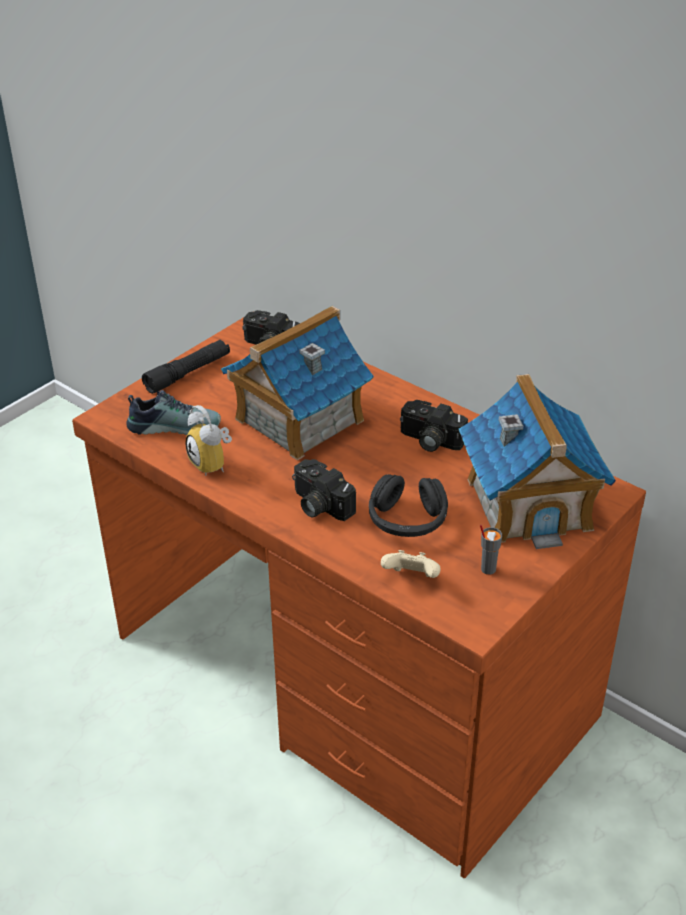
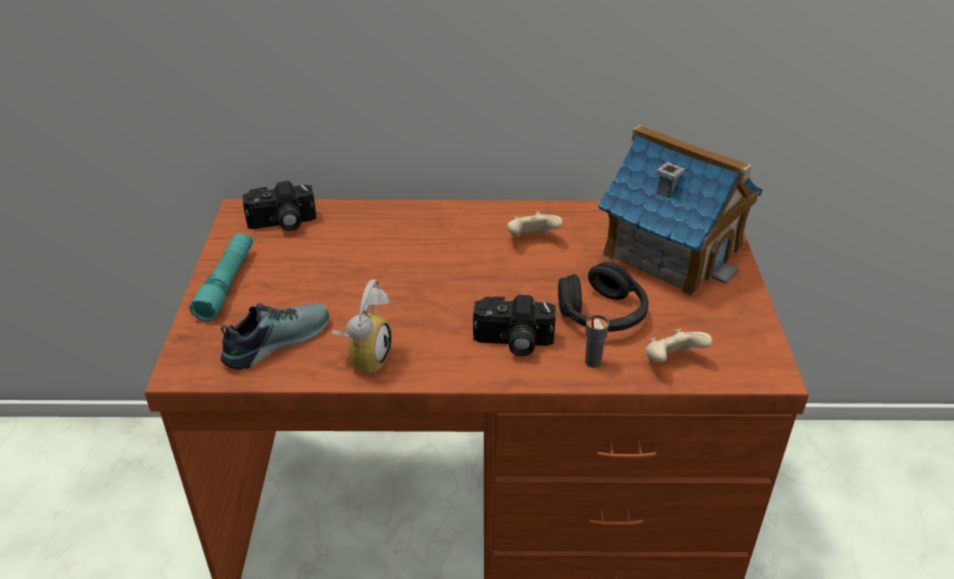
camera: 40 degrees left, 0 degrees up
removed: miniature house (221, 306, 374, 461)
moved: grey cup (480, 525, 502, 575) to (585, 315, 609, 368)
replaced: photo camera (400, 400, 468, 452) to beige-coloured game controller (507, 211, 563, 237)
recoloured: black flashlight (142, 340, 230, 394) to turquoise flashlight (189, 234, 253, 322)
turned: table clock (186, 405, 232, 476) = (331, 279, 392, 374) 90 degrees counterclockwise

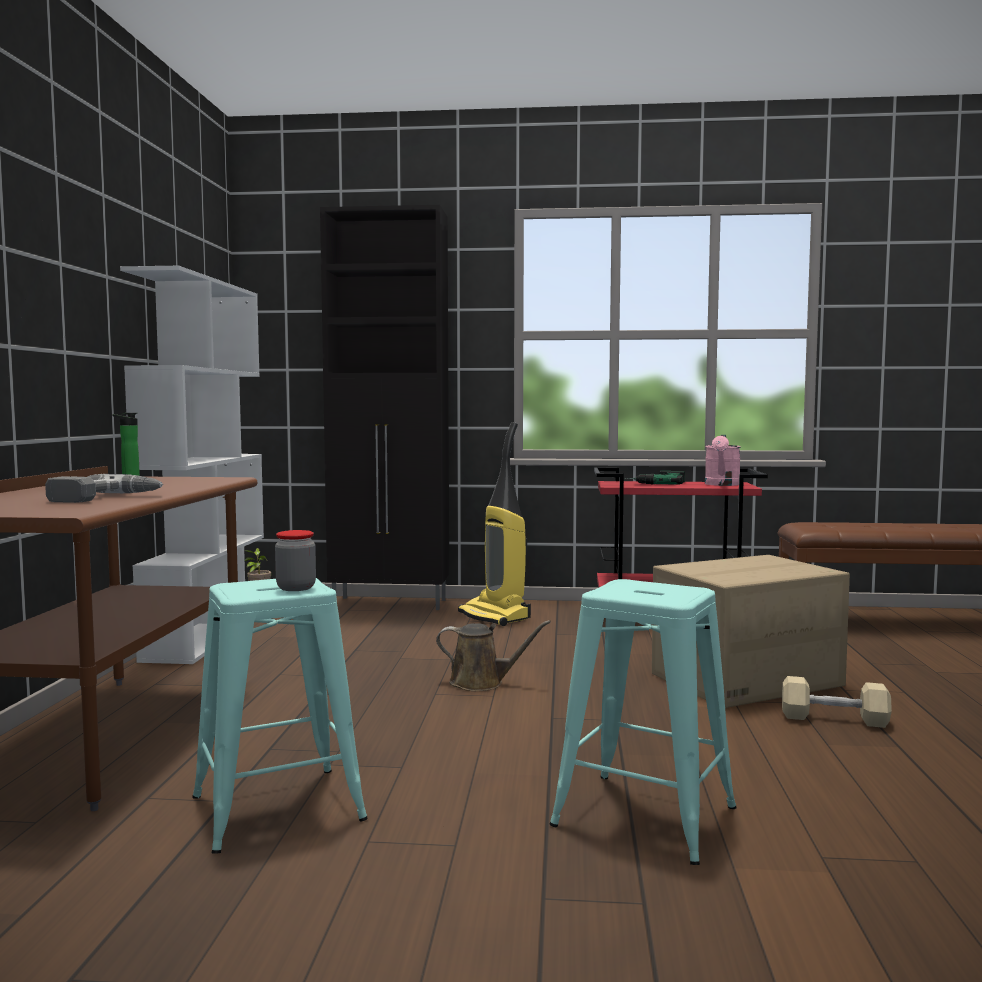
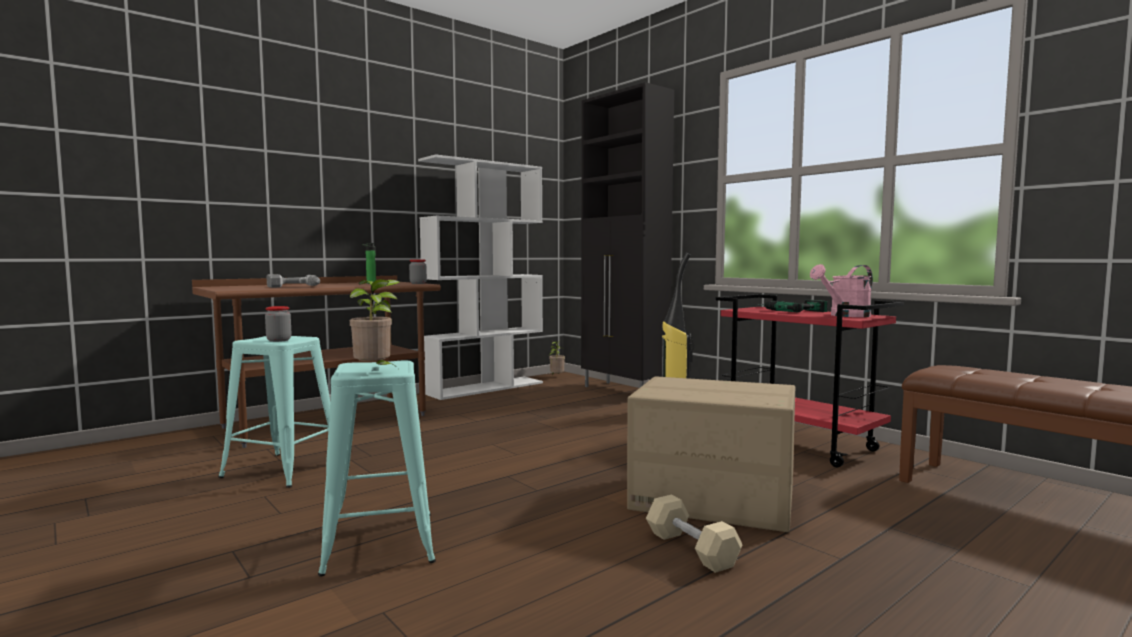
camera: 45 degrees right, 0 degrees up
removed: brown sprinkling can (436, 620, 551, 691)
added: houseplant (350, 279, 401, 366); jar (409, 259, 427, 284)

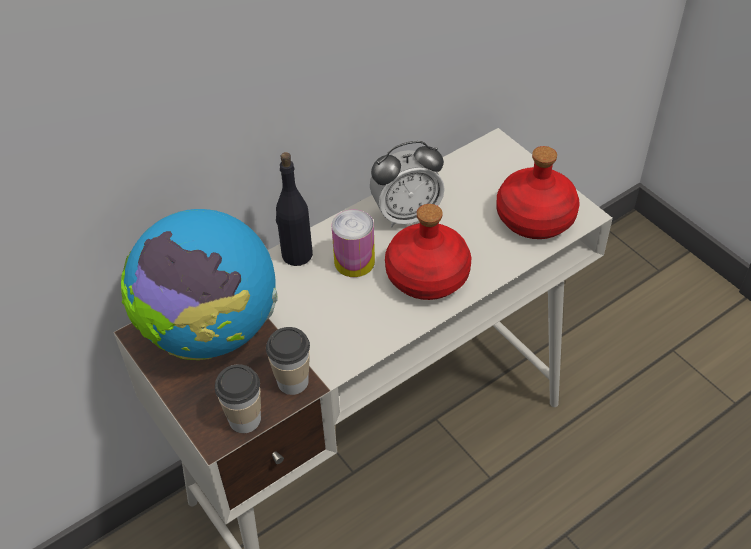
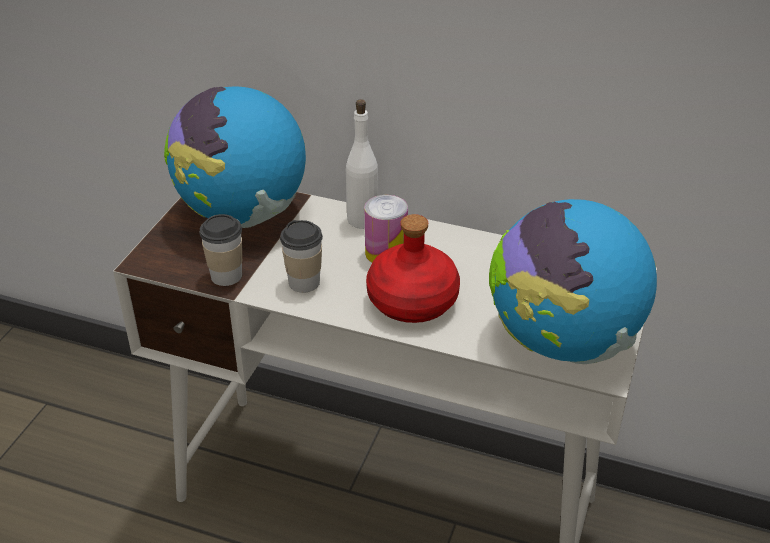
camera: 55 degrees right, 10 degrees down
removed: table clock (370, 141, 444, 228)
moved: cup (215, 364, 261, 433) to (280, 220, 323, 293)
replaced: red-coloured drink bottle (496, 146, 580, 239) to desk globe (489, 199, 657, 364)
recoloured: black drink bottle (276, 152, 313, 266) to white drink bottle (346, 99, 378, 229)

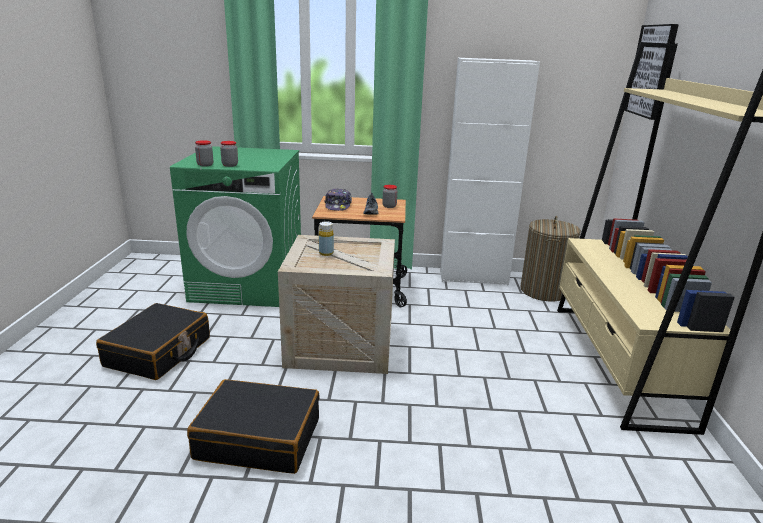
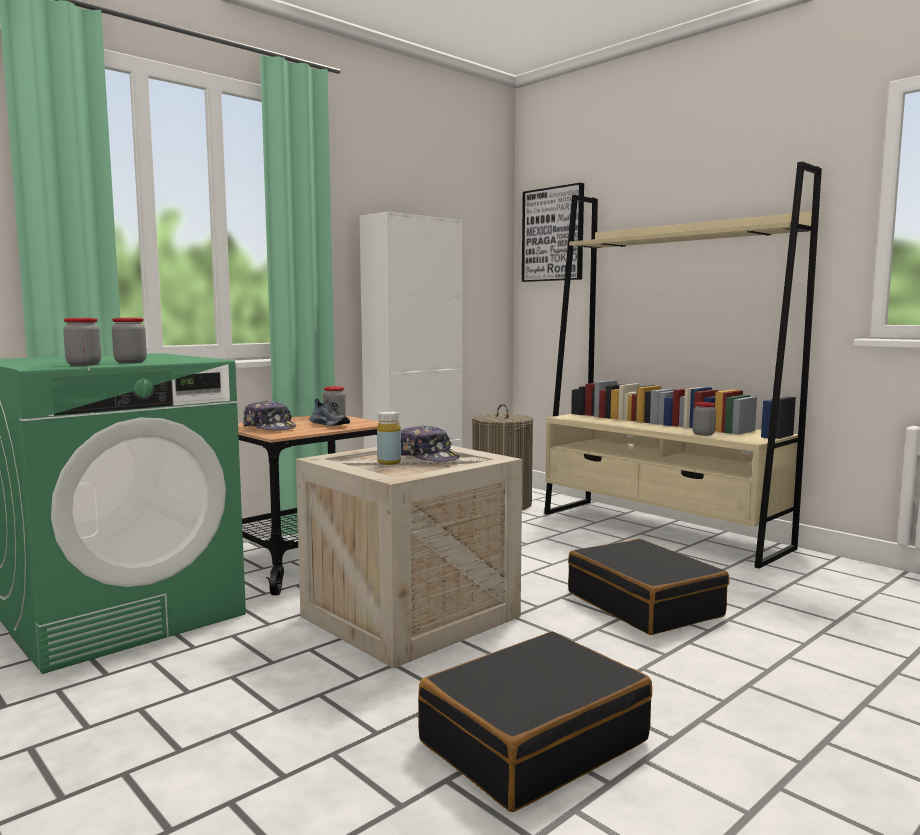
camera: 45 degrees left, 15 degrees down
added: peaked cap (401, 425, 460, 462); jar (693, 402, 716, 436)
moved: black travel case (96, 303, 210, 380) to (568, 539, 729, 635)

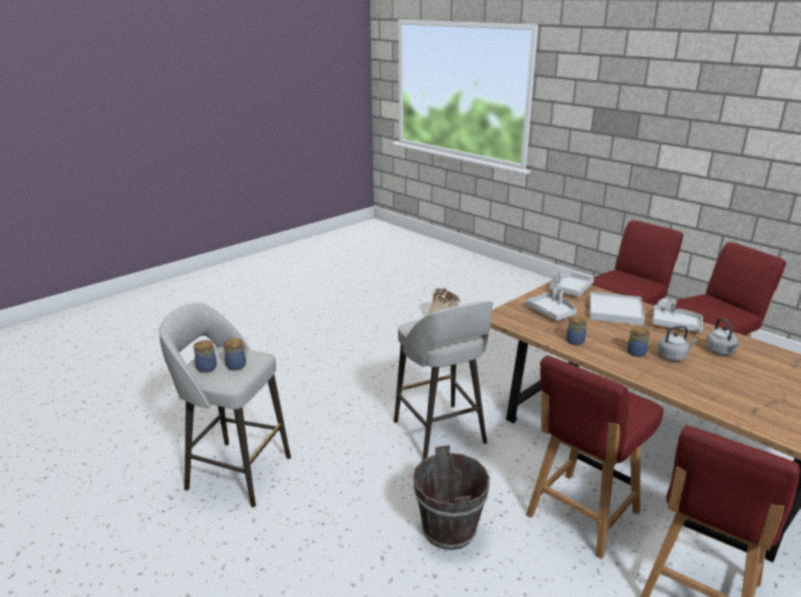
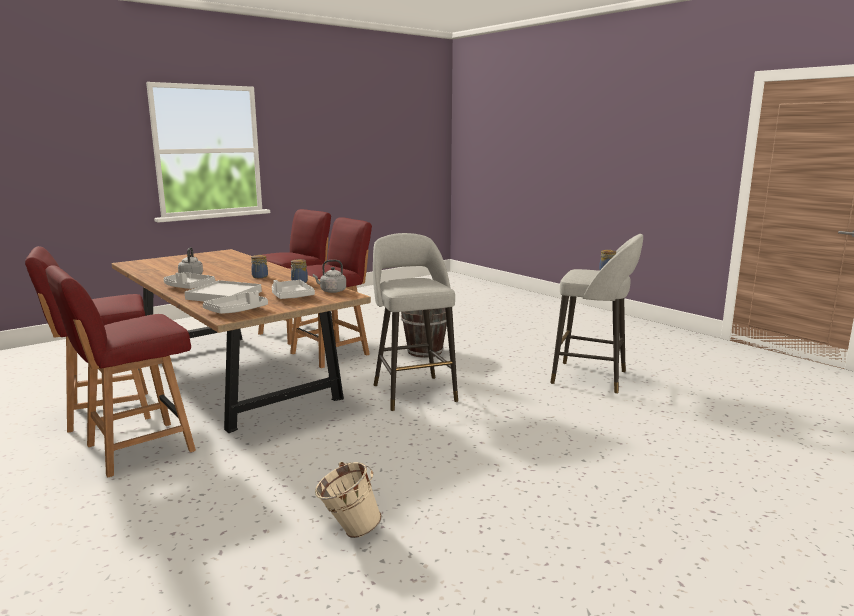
camera: 175 degrees left, 10 degrees down
removed: jar (224, 338, 248, 370)
moved: grey tea kettle (657, 326, 697, 361) to (313, 260, 346, 293)

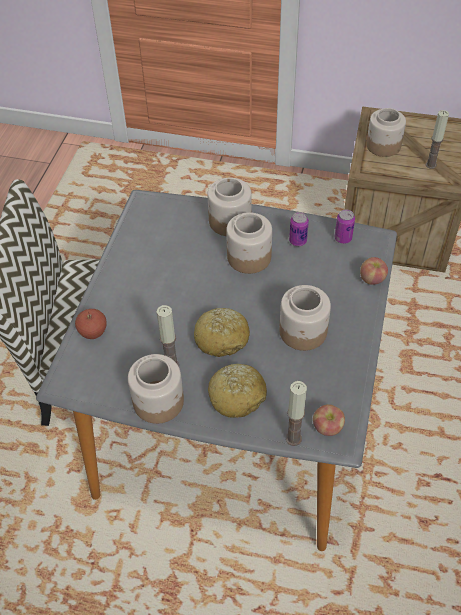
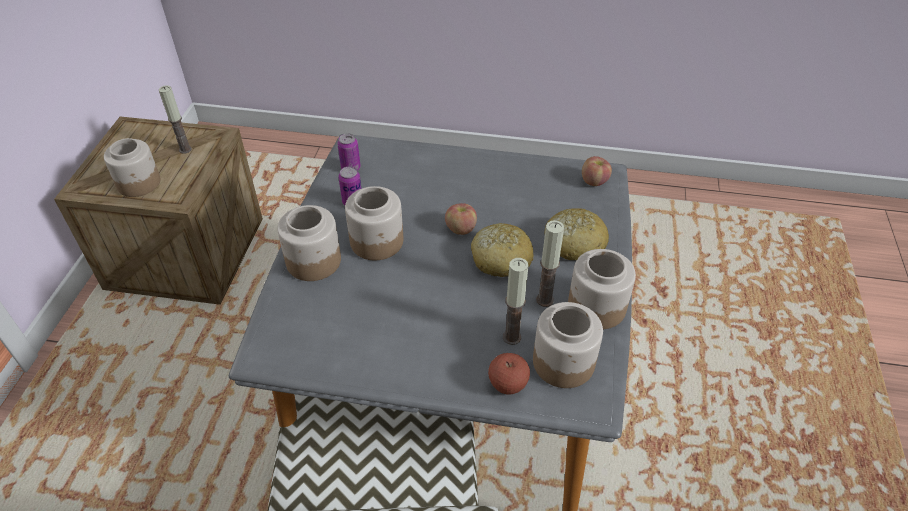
camera: 95 degrees left, 5 degrees down
moved: jar (279, 285, 331, 351) to (533, 302, 603, 388); wax candle (286, 381, 307, 446) to (503, 258, 529, 345); whole apple (360, 257, 388, 285) to (445, 203, 477, 235)

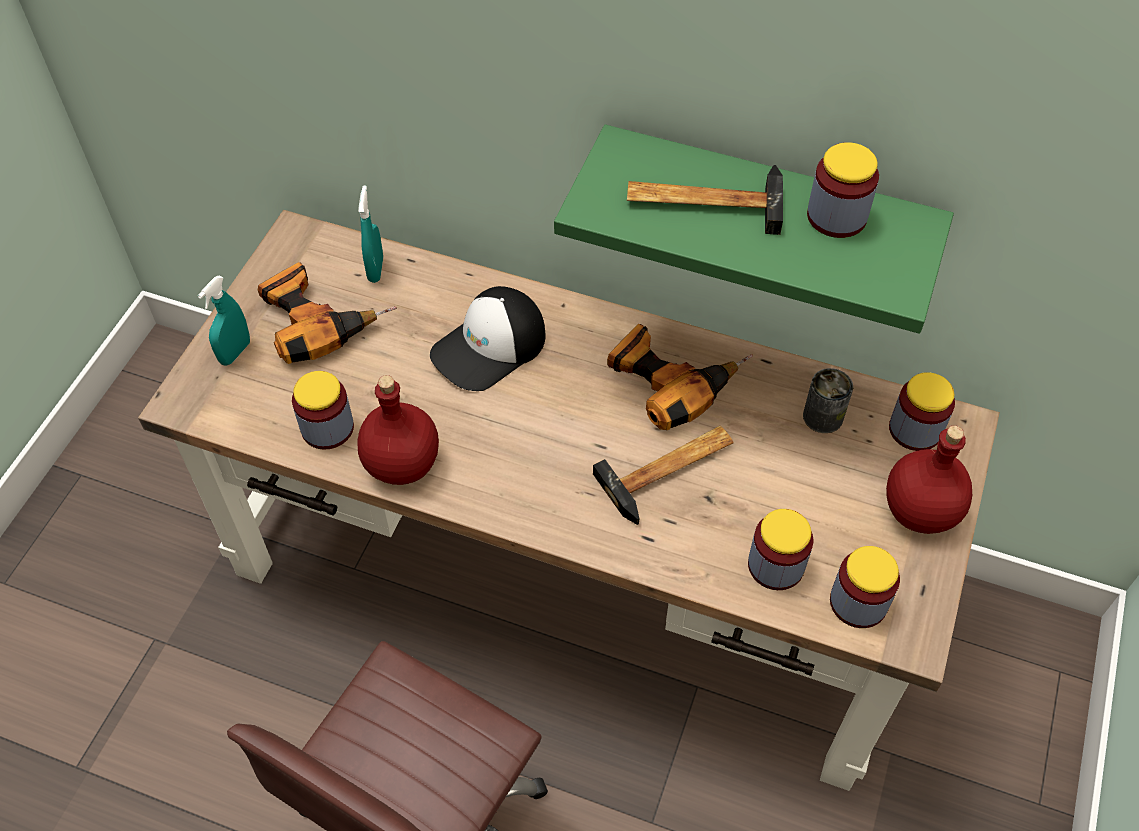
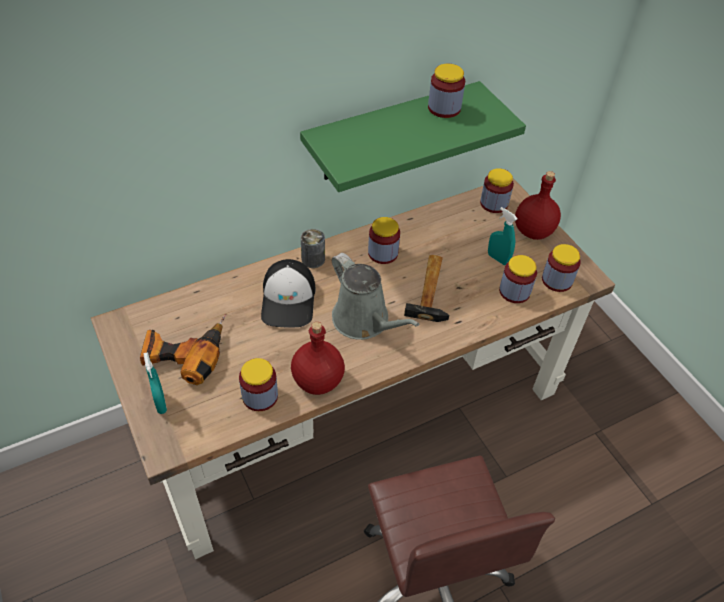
camera: 50 degrees left, 5 degrees down
removed: tool hammer (627, 165, 783, 235)
added: grey sprinkling can (332, 253, 419, 340)
moved: turquoise hand sprayer (358, 185, 383, 283) to (488, 207, 518, 265); can (803, 368, 853, 433) to (301, 229, 325, 268)
replaced: power drill (607, 324, 753, 430) to jar (368, 217, 400, 264)

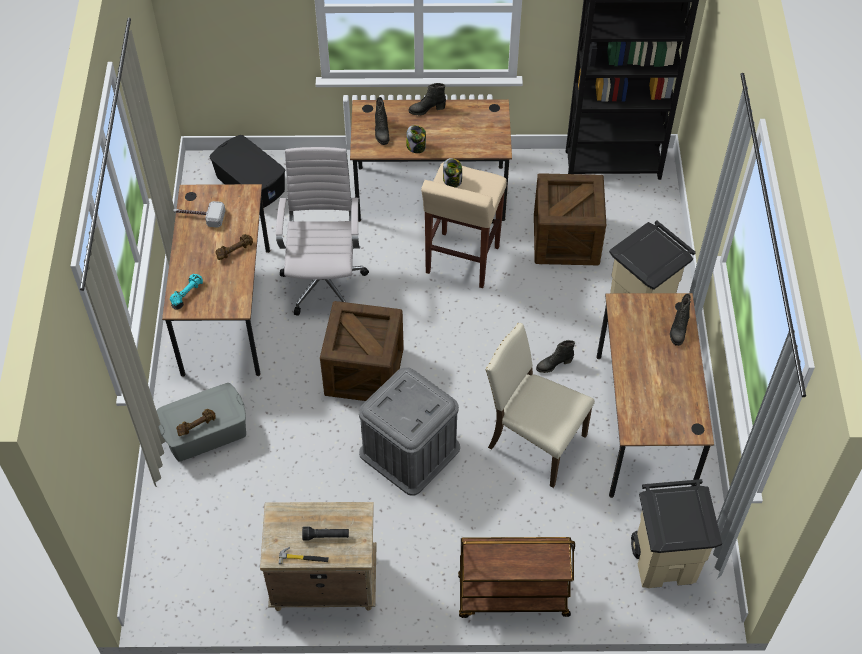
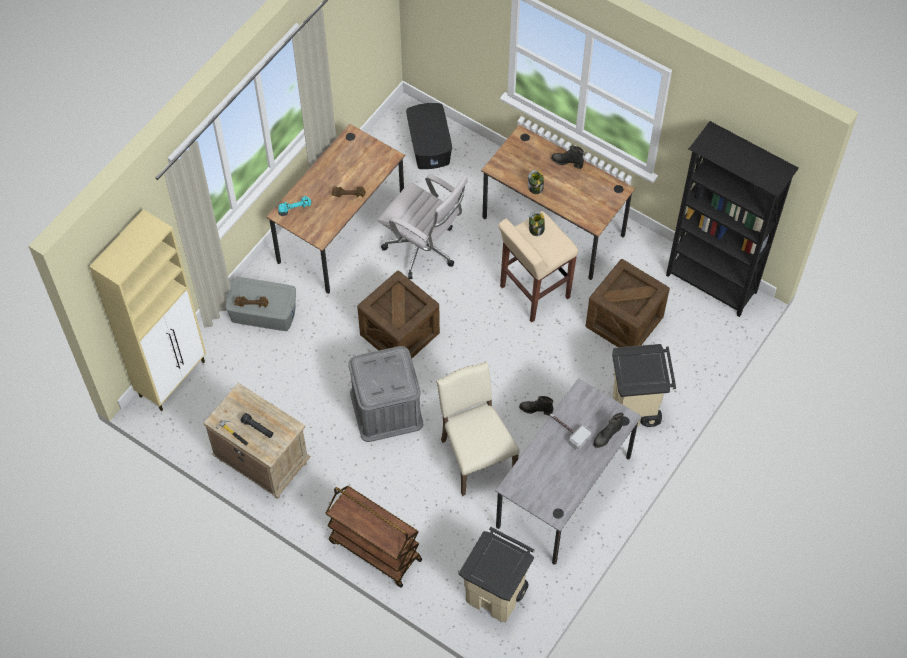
camera: 35 degrees right, 5 degrees up
removed: black tall boot (375, 97, 390, 145)
added: beige-coloured cabinet (89, 209, 206, 411)
moved: tool hammer (173, 201, 226, 228) to (550, 413, 591, 450)
recoloured: brown desk table (596, 293, 714, 498) to grey desk table (495, 378, 642, 565)
turned: white office chair (276, 147, 369, 316) = (378, 174, 468, 279) 90 degrees clockwise

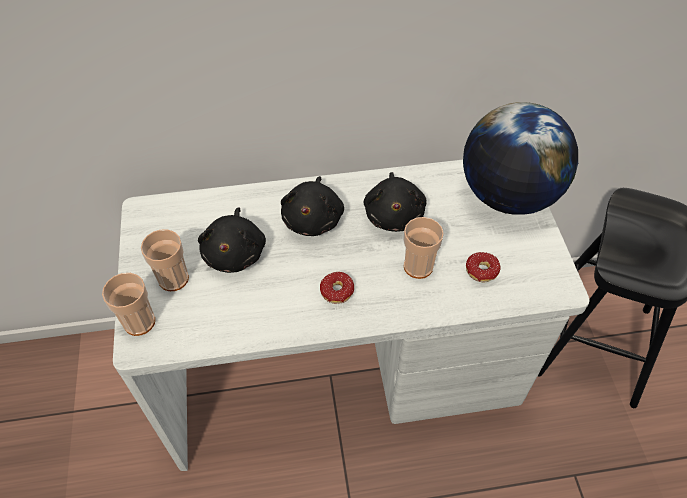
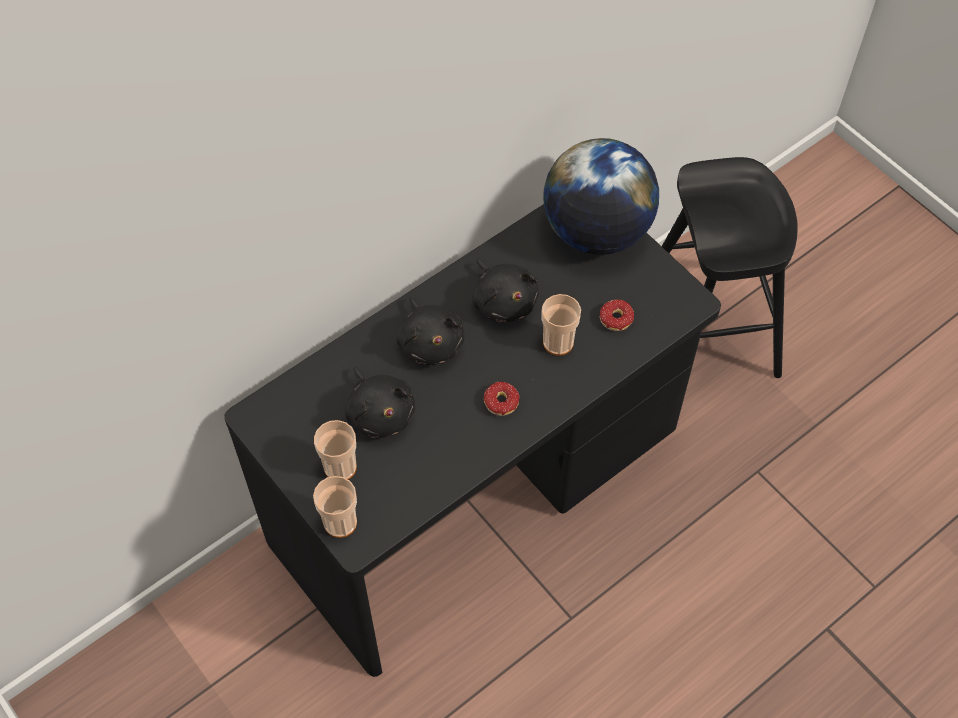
camera: 30 degrees left, 5 degrees up
recoloured: white desk table (113, 160, 590, 471) to black desk table (224, 204, 721, 677)

